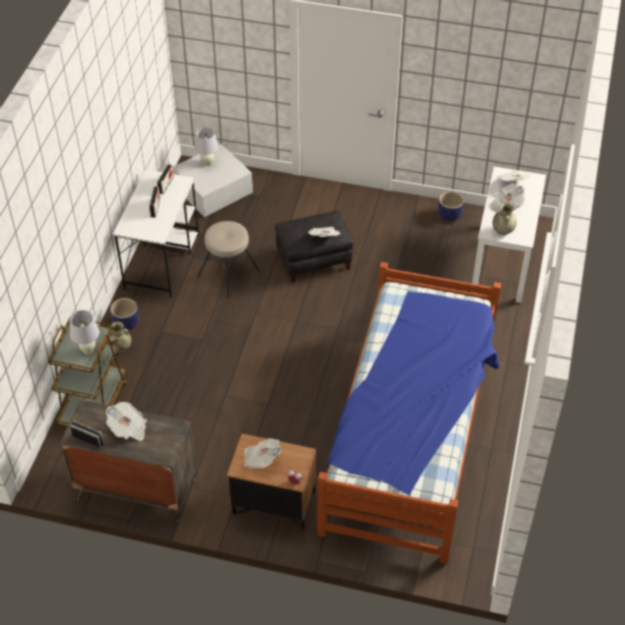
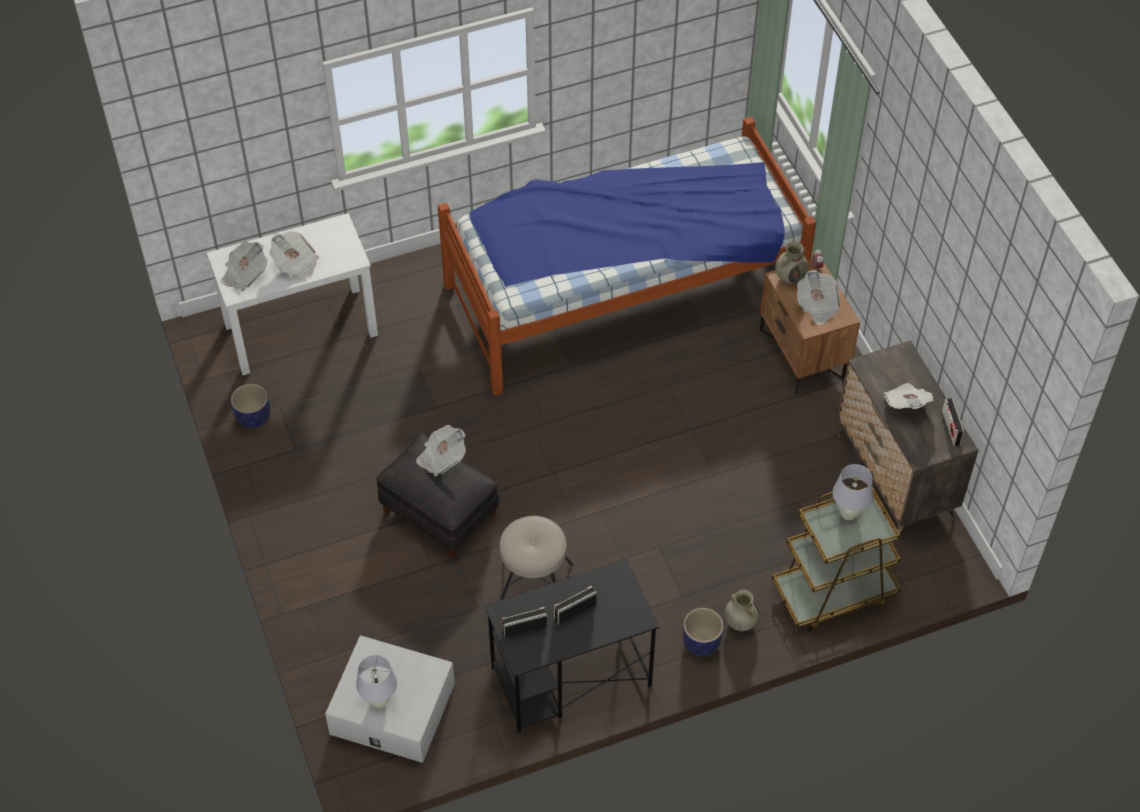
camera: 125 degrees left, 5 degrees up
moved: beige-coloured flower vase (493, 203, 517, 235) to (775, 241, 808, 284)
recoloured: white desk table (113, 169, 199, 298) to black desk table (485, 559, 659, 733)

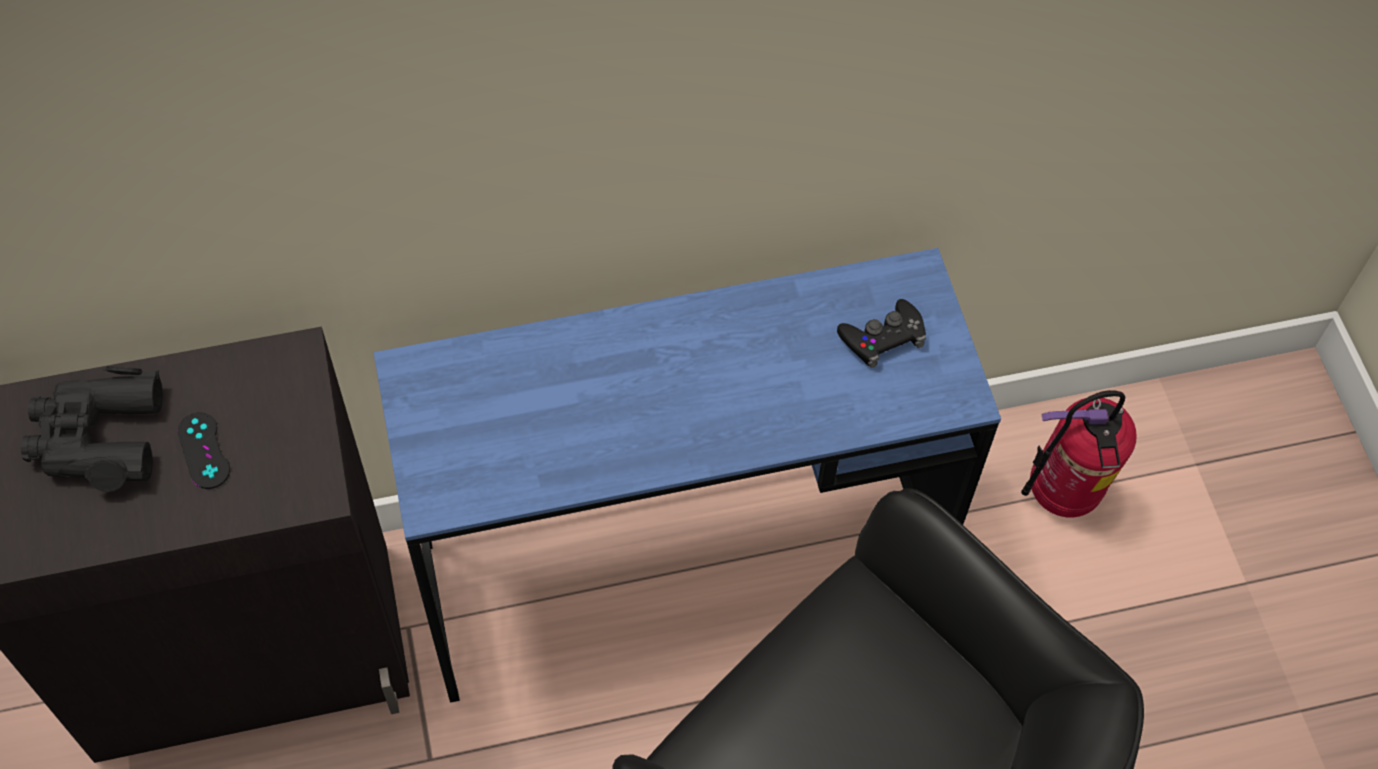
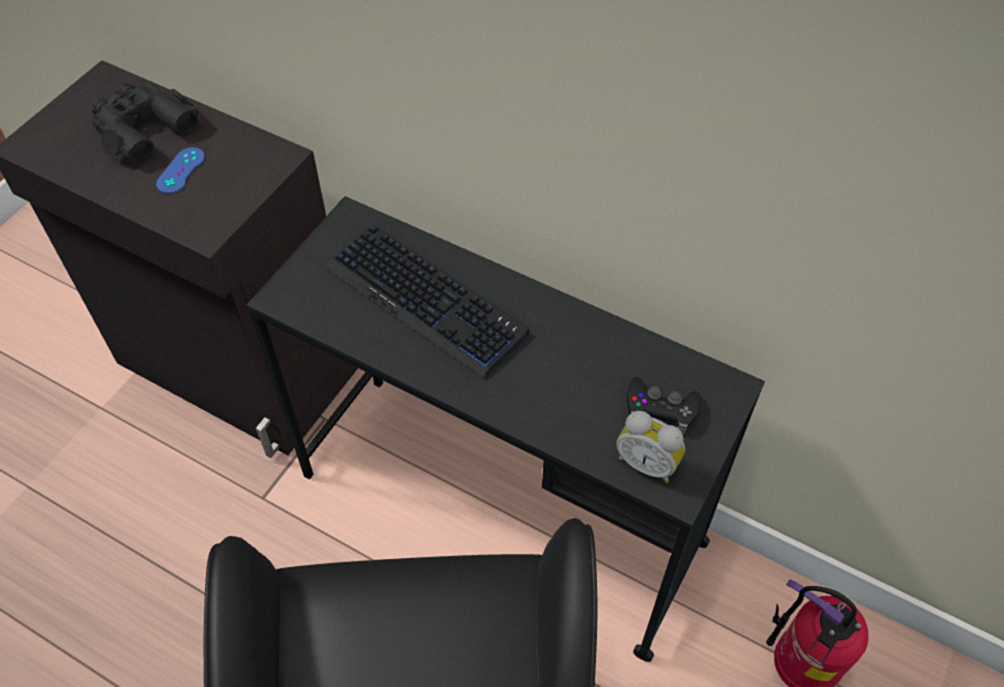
camera: 45 degrees right, 5 degrees down
added: keyboard (325, 224, 530, 377); table clock (616, 411, 685, 483)
recoloured: black game controller (177, 412, 230, 489) to bluish game controller (156, 147, 205, 194); bluish desk table (374, 248, 1001, 703) to black desk table (247, 196, 765, 662)

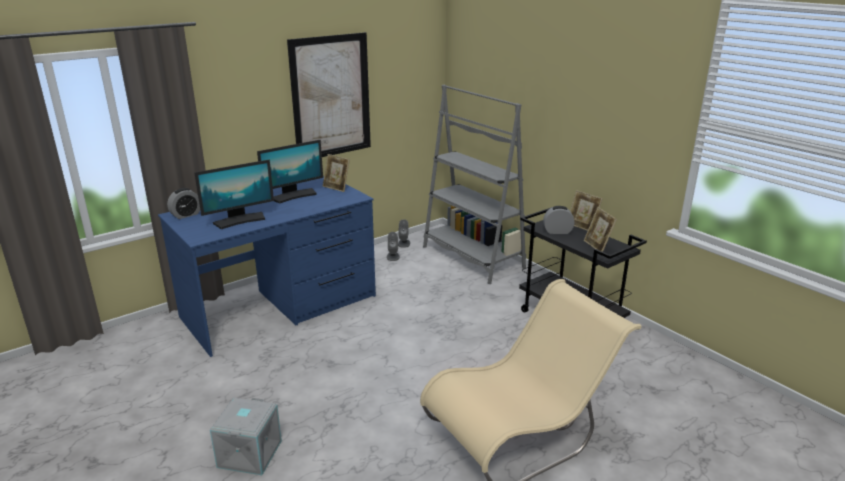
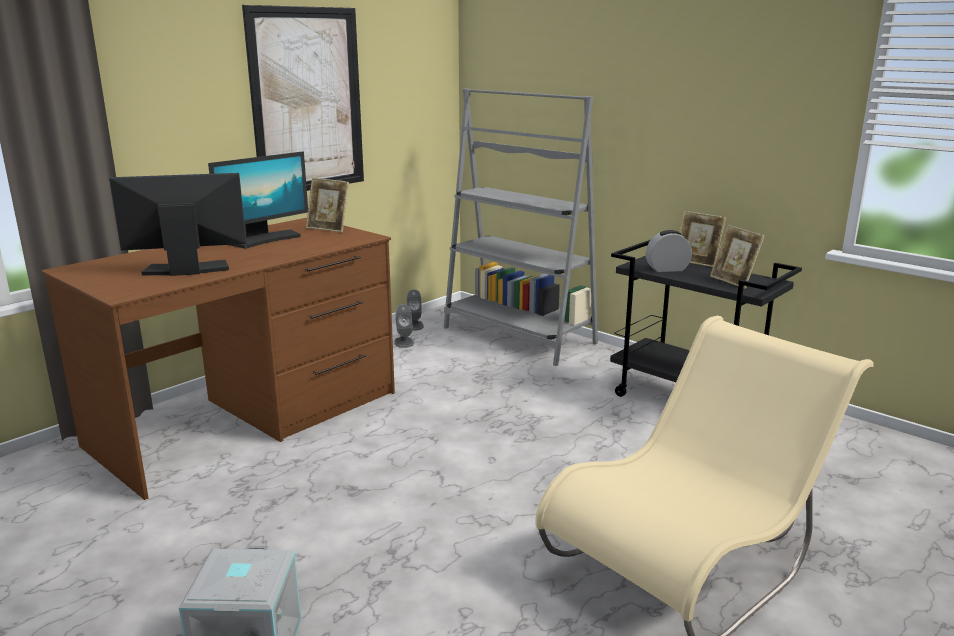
camera: 10 degrees left, 5 degrees down
removed: table clock (167, 188, 200, 219)
recoloured: bluish desk table (158, 176, 376, 357) to brown desk table (41, 218, 395, 500)
turned: computer display (194, 160, 274, 229) = (109, 173, 247, 276) 150 degrees counterclockwise

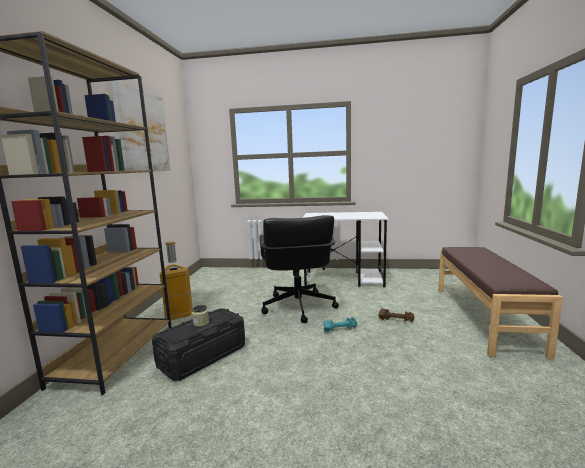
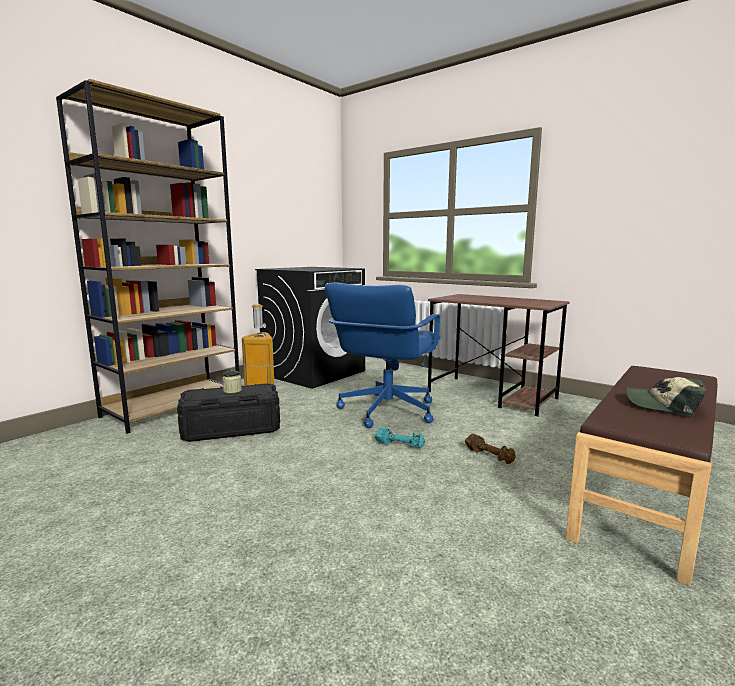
camera: 30 degrees right, 0 degrees up
removed: picture (112, 80, 170, 171)
added: black washing machine (255, 267, 365, 389); peaked cap (626, 377, 706, 418)
recoloured: black office chair (259, 215, 339, 323) to bluish office chair (325, 283, 440, 428); white desk table (303, 212, 388, 287) to brown desk table (428, 294, 570, 417)

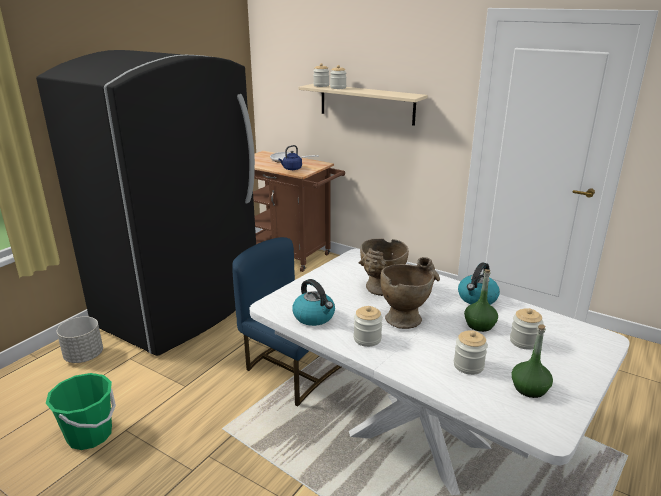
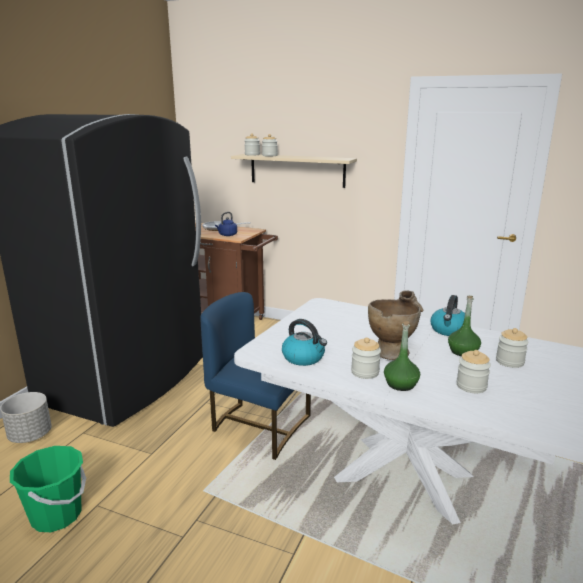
camera: 10 degrees left, 5 degrees down
removed: beige-coloured flower vase (359, 238, 409, 296)
moved: green-coloured drink bottle (512, 325, 553, 398) to (384, 321, 420, 391)

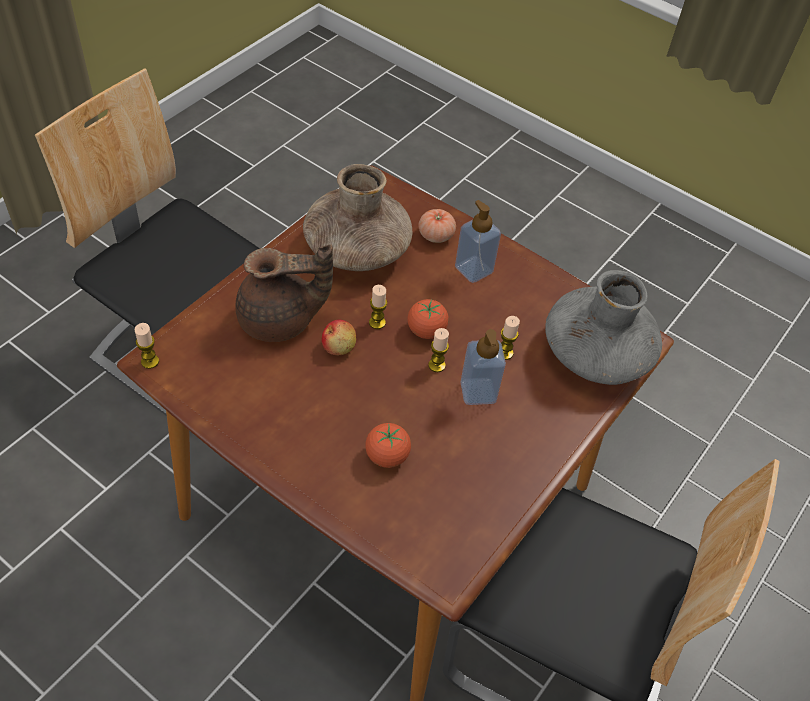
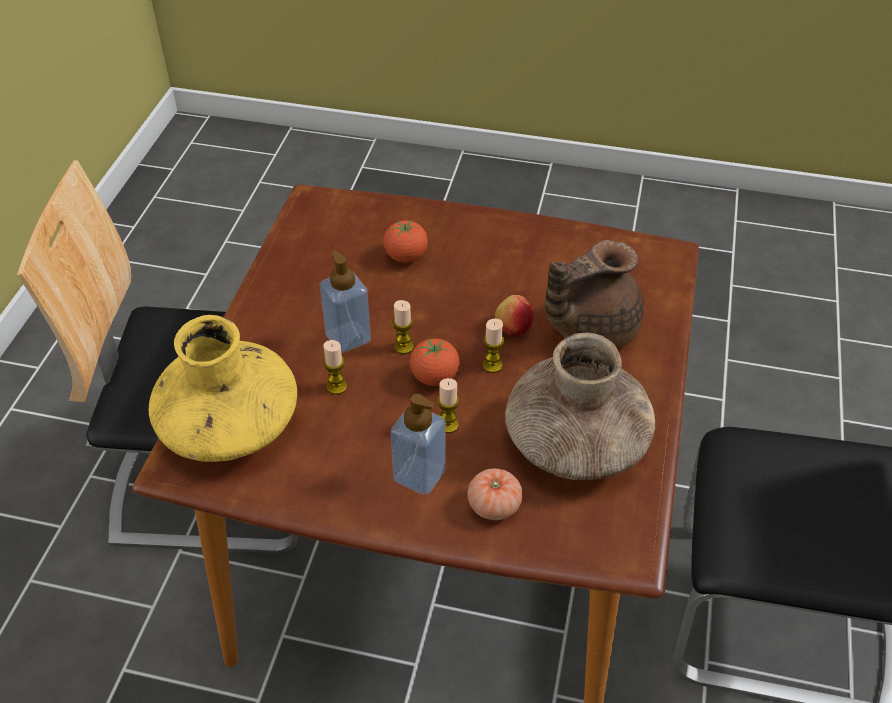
camera: 160 degrees right, 5 degrees down
moved: wax candle (135, 323, 159, 369) to (437, 378, 459, 433)
recoloured: grey flower vase (545, 270, 662, 385) to yellowish flower vase (149, 315, 297, 462)

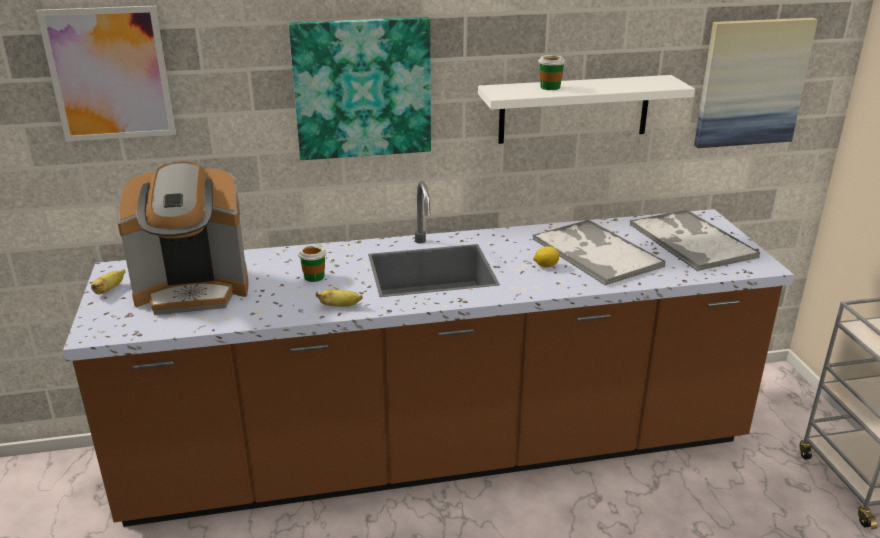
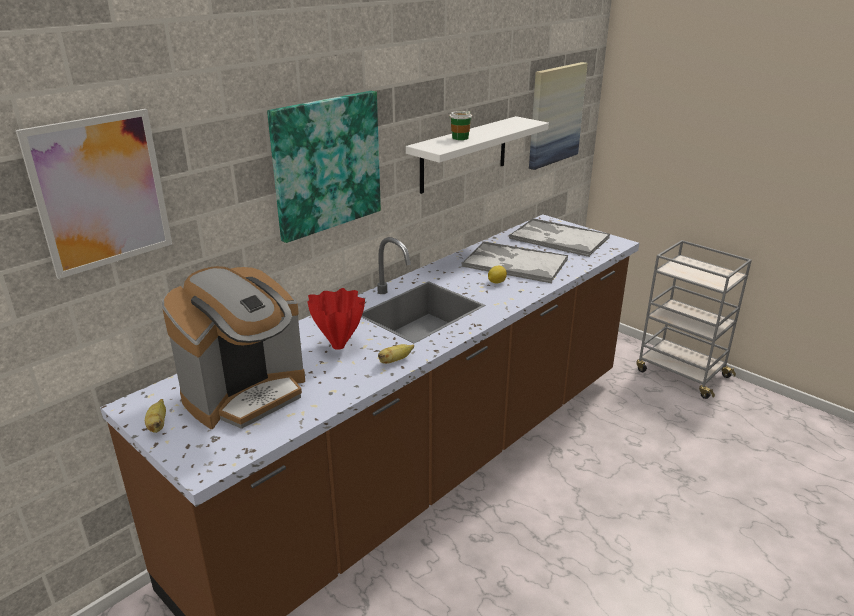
camera: 35 degrees left, 0 degrees up
replaced: cup (298, 244, 326, 282) to red-coloured flower vase (308, 288, 365, 350)

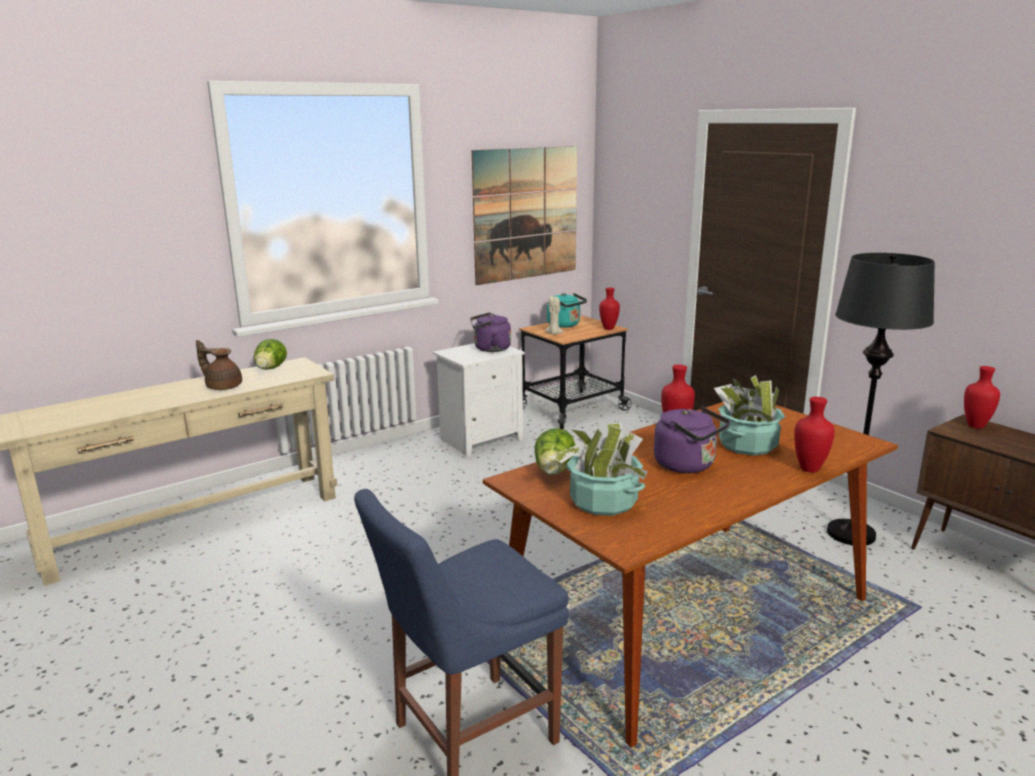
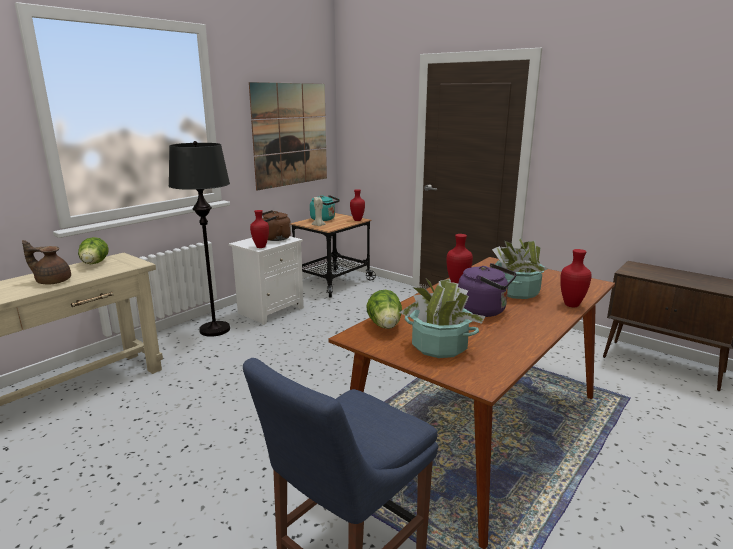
camera: 15 degrees left, 0 degrees up
moved: black standard lamp (827, 253, 935, 545) to (168, 141, 230, 337); red-coloured flower vase (964, 366, 1000, 429) to (250, 210, 269, 248)
recoloured: purple-coloured tea kettle (470, 312, 511, 352) to brown tea kettle (262, 210, 291, 241)

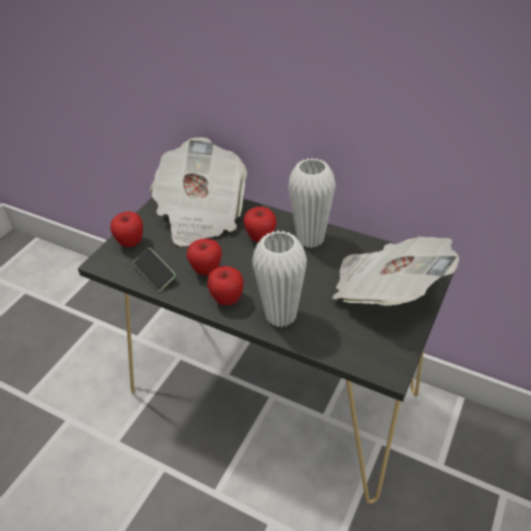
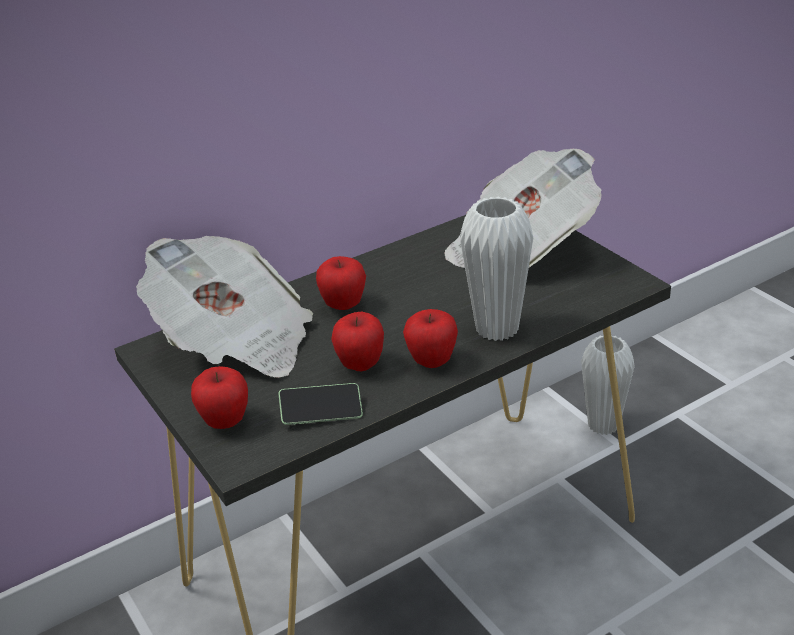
camera: 60 degrees left, 10 degrees down
moved: white flower vase (288, 158, 336, 248) to (581, 335, 635, 435)

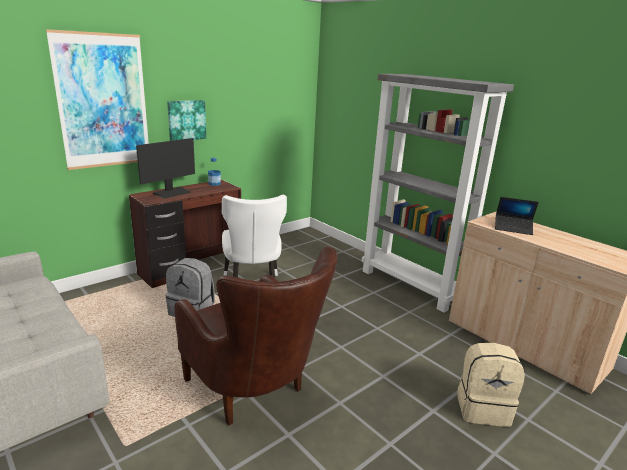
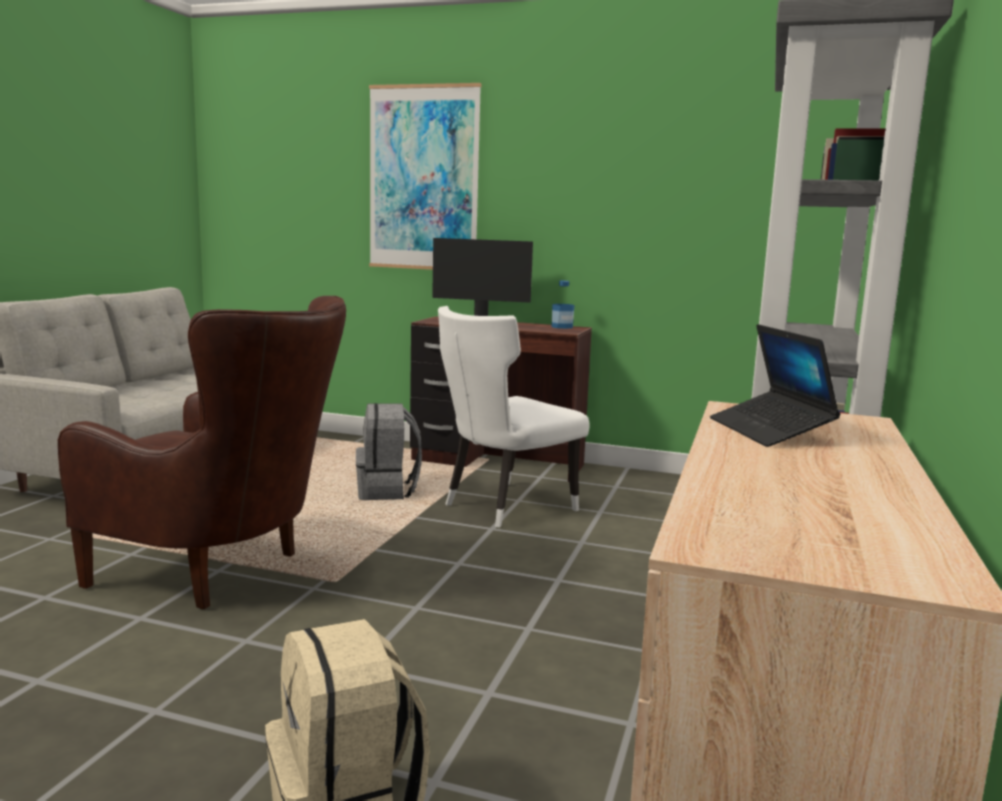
camera: 60 degrees right, 10 degrees down
removed: picture (167, 100, 206, 141)
turned: brown easy chair (175, 247, 337, 425) = (58, 296, 346, 609) 90 degrees counterclockwise

